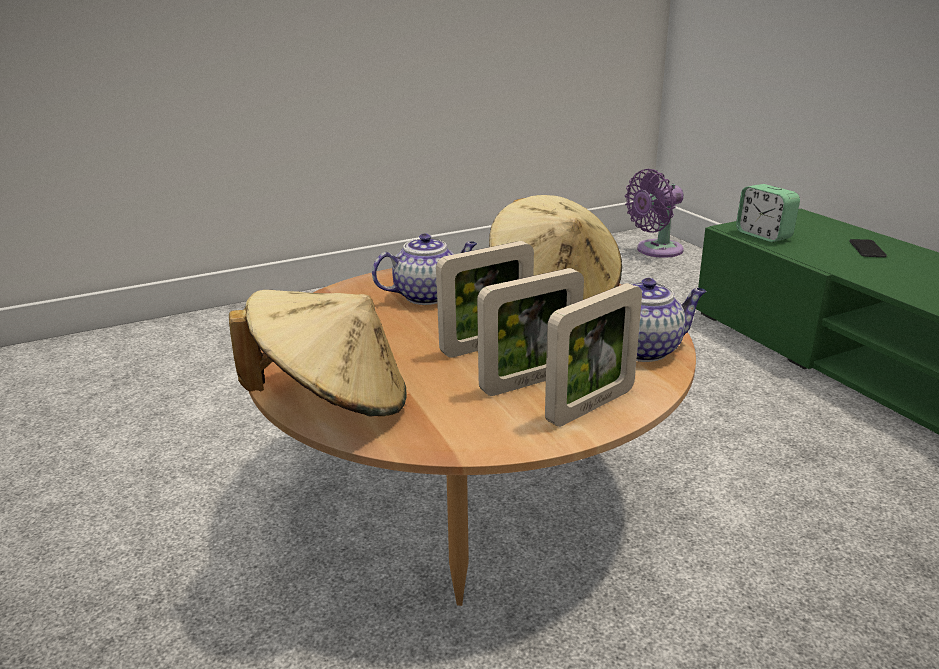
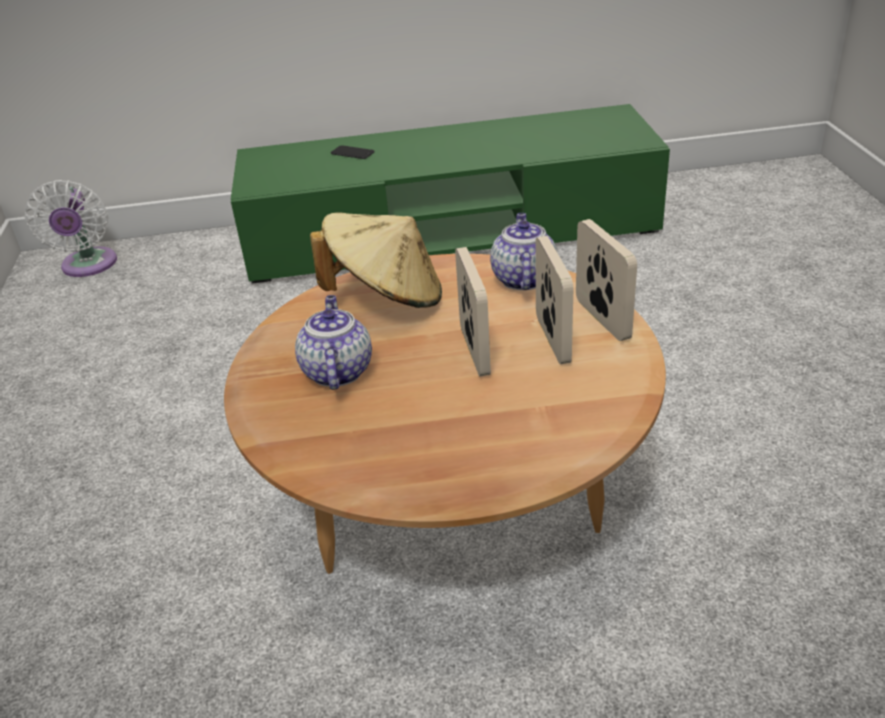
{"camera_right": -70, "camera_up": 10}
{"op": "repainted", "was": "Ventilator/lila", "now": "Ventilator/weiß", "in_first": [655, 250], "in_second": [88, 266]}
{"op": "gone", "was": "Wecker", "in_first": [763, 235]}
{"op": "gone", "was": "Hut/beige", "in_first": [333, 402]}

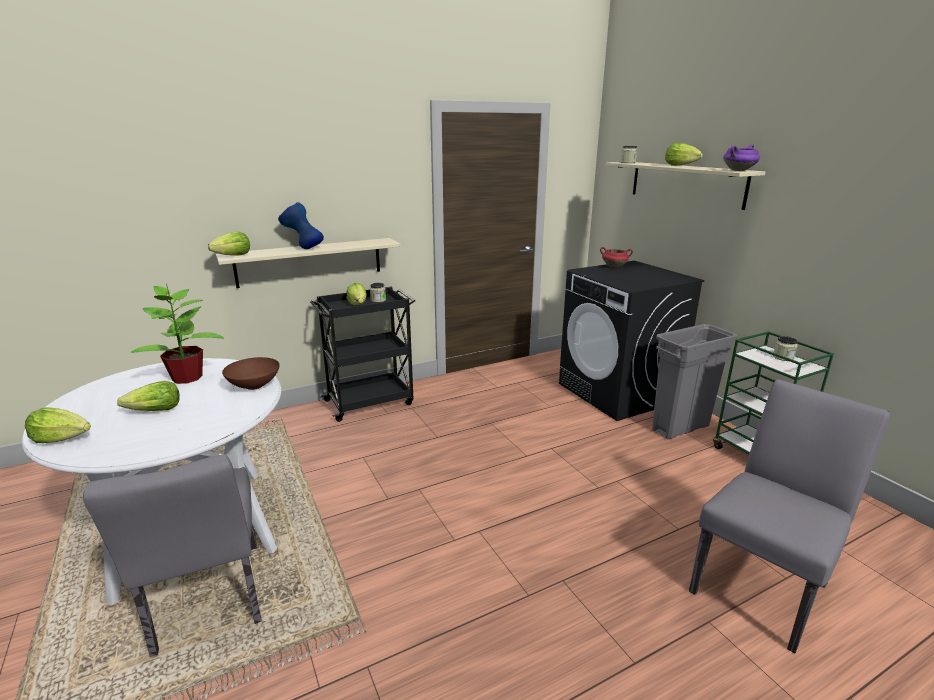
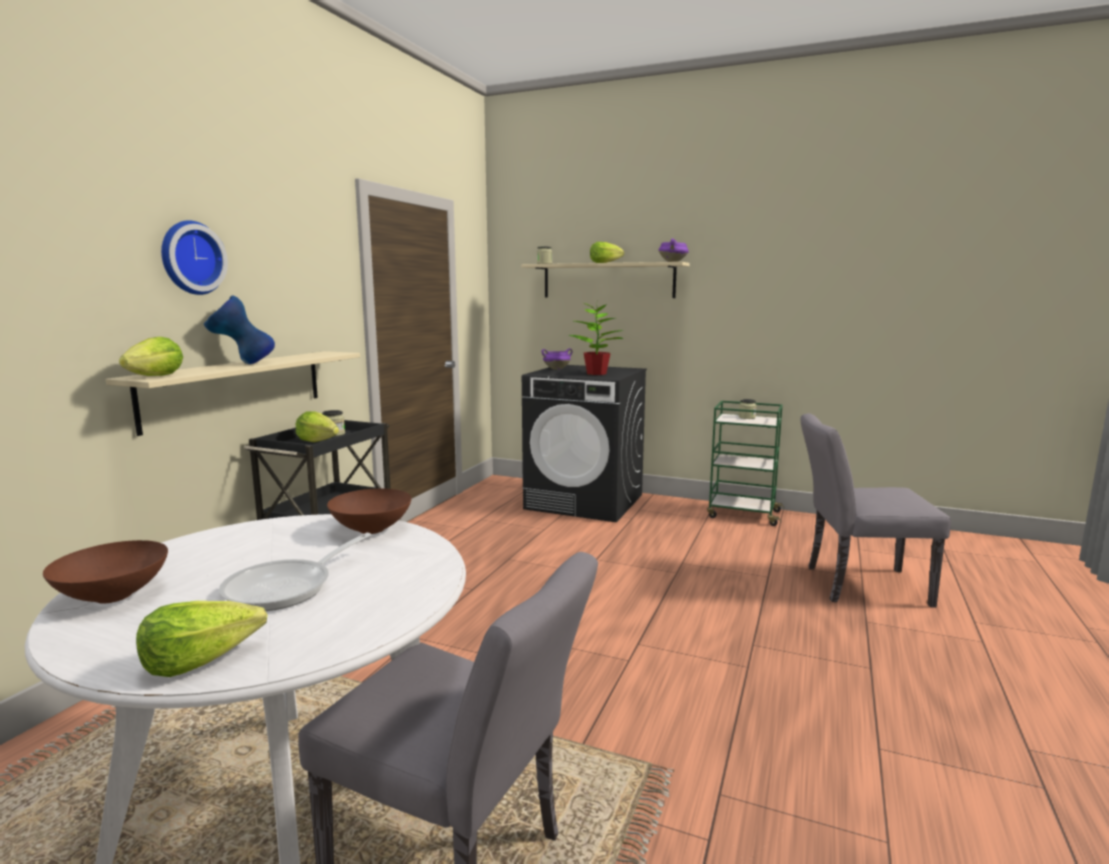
{"camera_right": -40, "camera_up": -10}
{"op": "repainted", "was": "Kochtopf/rot", "now": "Kochtopf/lila", "in_first": [614, 267], "in_second": [557, 369]}
{"op": "shifted", "was": "Topfpflanze", "in_first": [187, 378], "in_second": [597, 373]}
{"op": "gone", "was": "Mülleimer/grau", "in_first": [680, 428]}
{"op": "rotated", "was": "Stuhl/grau", "in_first": [764, 582], "in_second": [856, 585], "clockwise": -90}
{"op": "swapped", "was": "Salatkopf", "now": "Pfanne", "in_first": [155, 411], "in_second": [287, 588]}
{"op": "new", "now": "Wanduhr", "in_second": [190, 258]}
{"op": "new", "now": "Schüssel/braun", "in_second": [111, 596]}

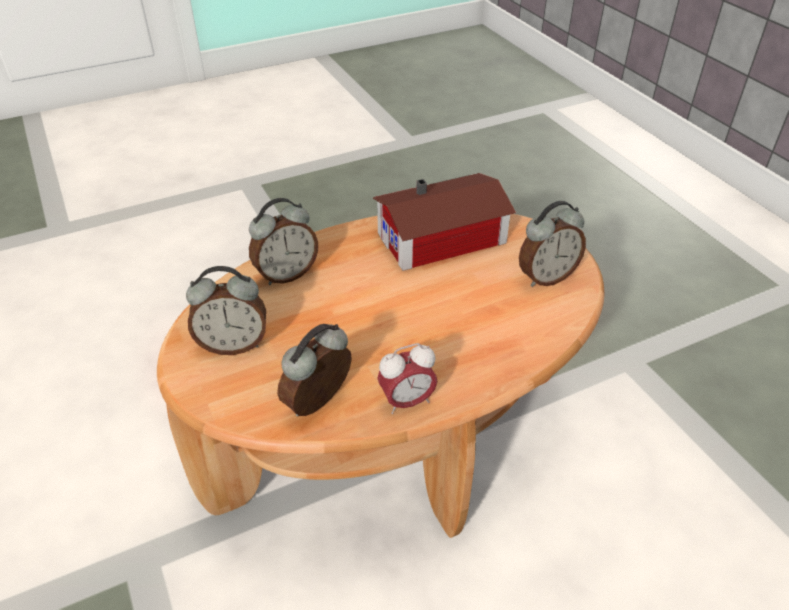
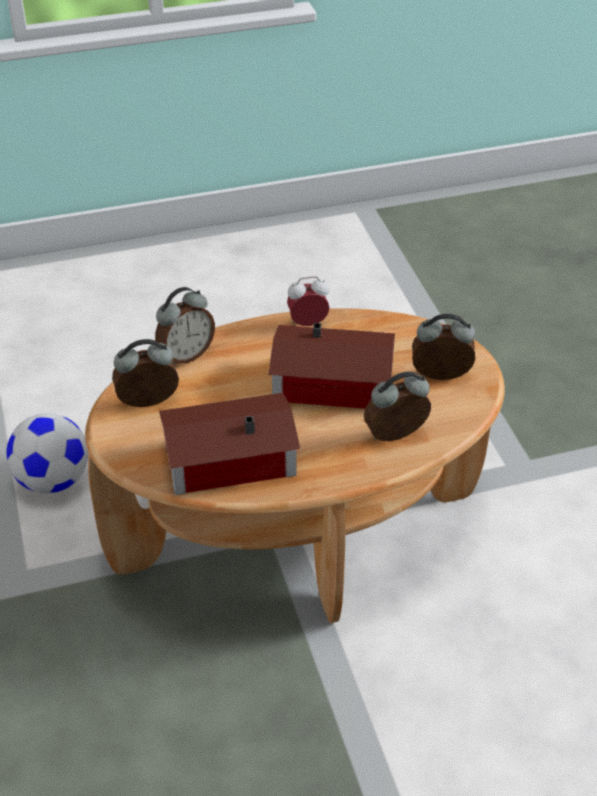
{"camera_right": -170, "camera_up": 0}
{"op": "shifted", "was": "Wecker", "in_first": [320, 404], "in_second": [186, 355]}
{"op": "new", "now": "Spielzeughaus", "in_second": [335, 386]}
{"op": "new", "now": "Fußball", "in_second": [53, 480]}

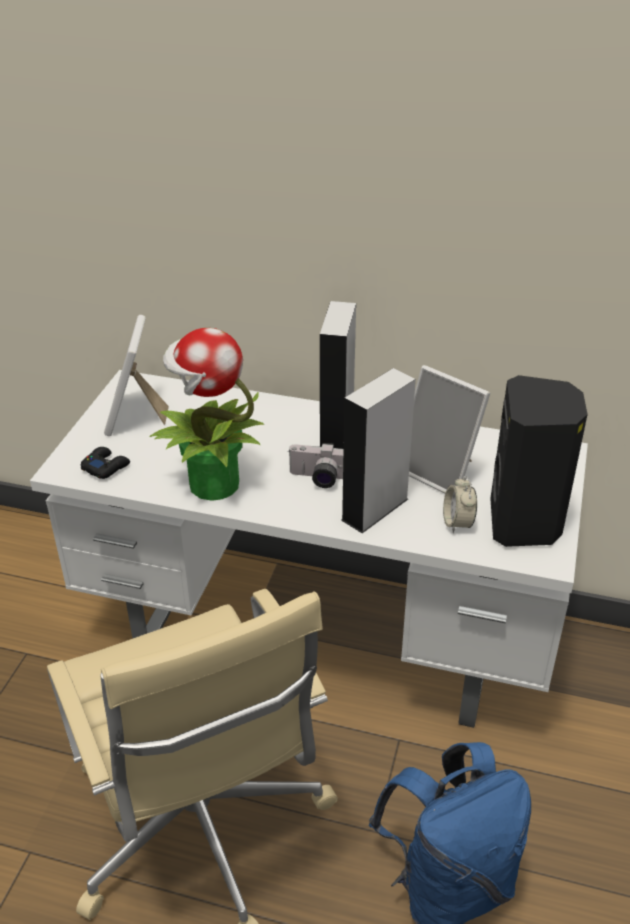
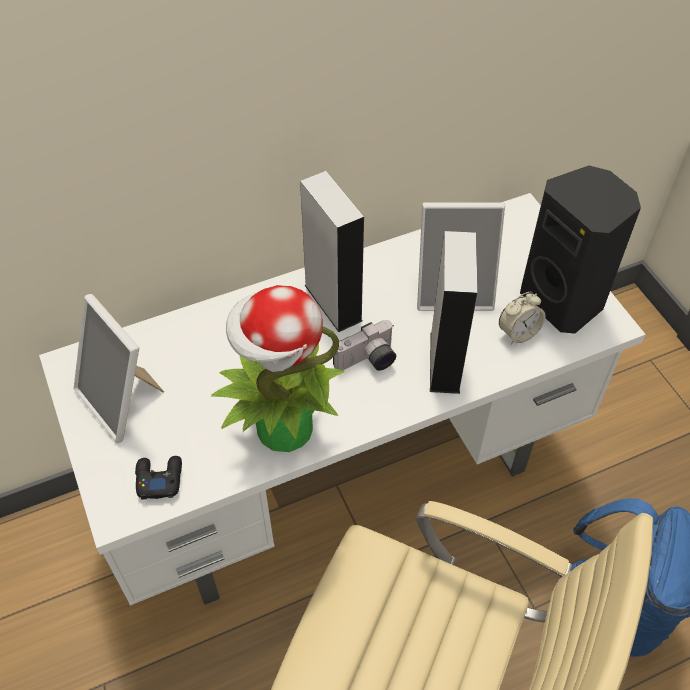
{"camera_right": -40, "camera_up": 15}
{"op": "rotated", "was": "Wecker", "in_first": [458, 523], "in_second": [518, 333], "clockwise": -75}

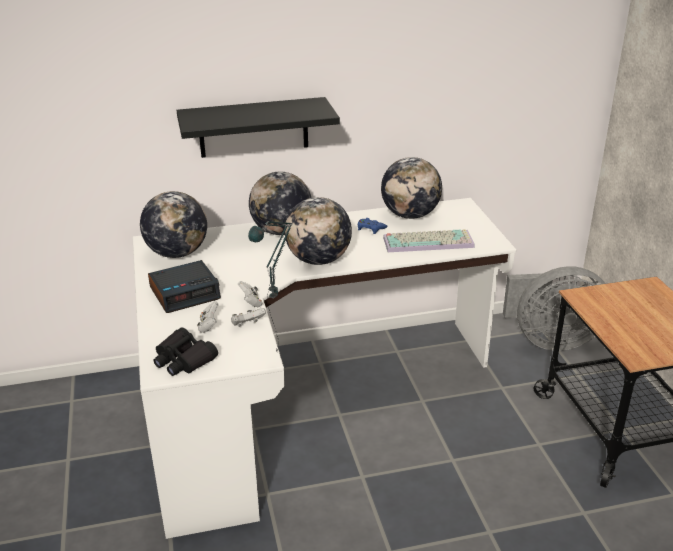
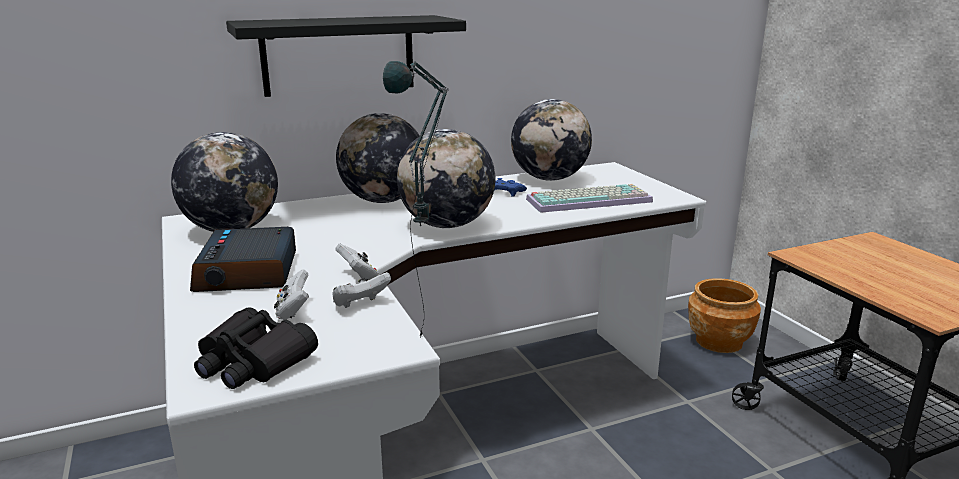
{"camera_right": -10, "camera_up": -10}
{"op": "rotated", "was": "Wecker", "in_first": [185, 293], "in_second": [248, 272], "clockwise": 120}
{"op": "swapped", "was": "Ventilator/grau", "now": "Pflanzkübel/braun", "in_first": [550, 340], "in_second": [719, 341]}

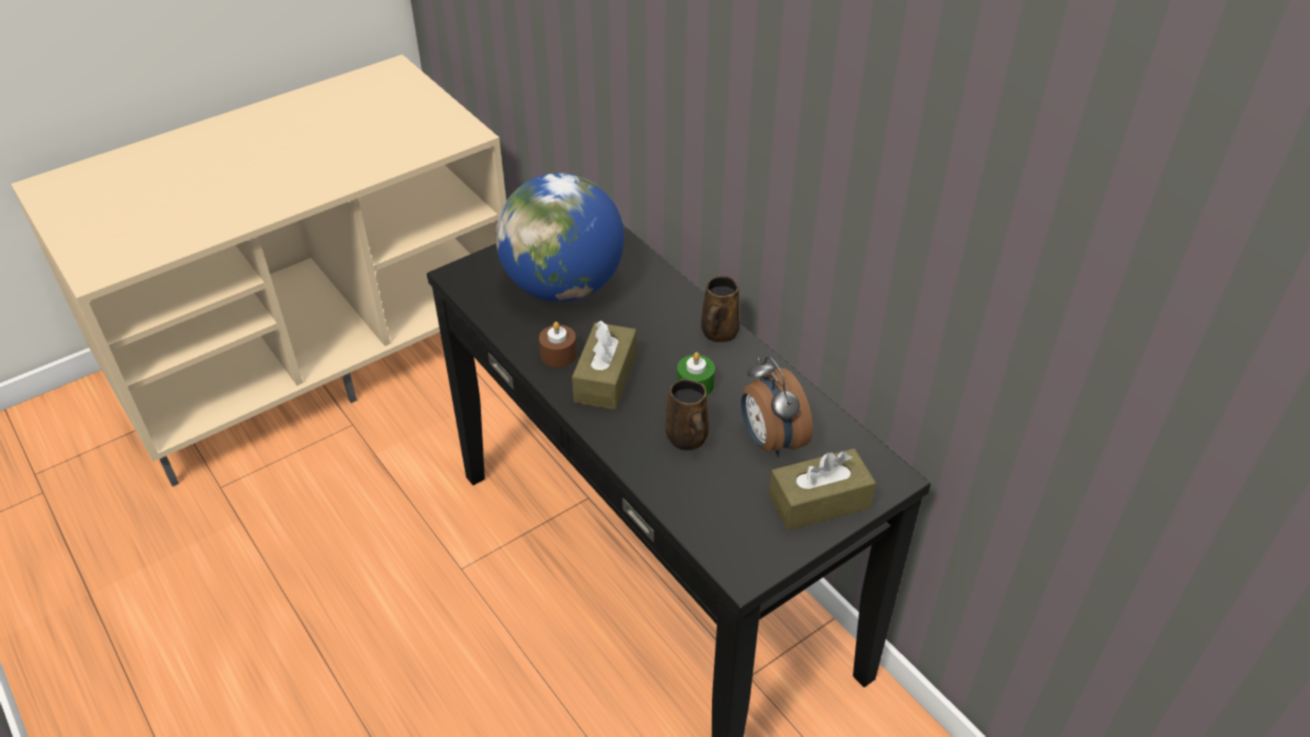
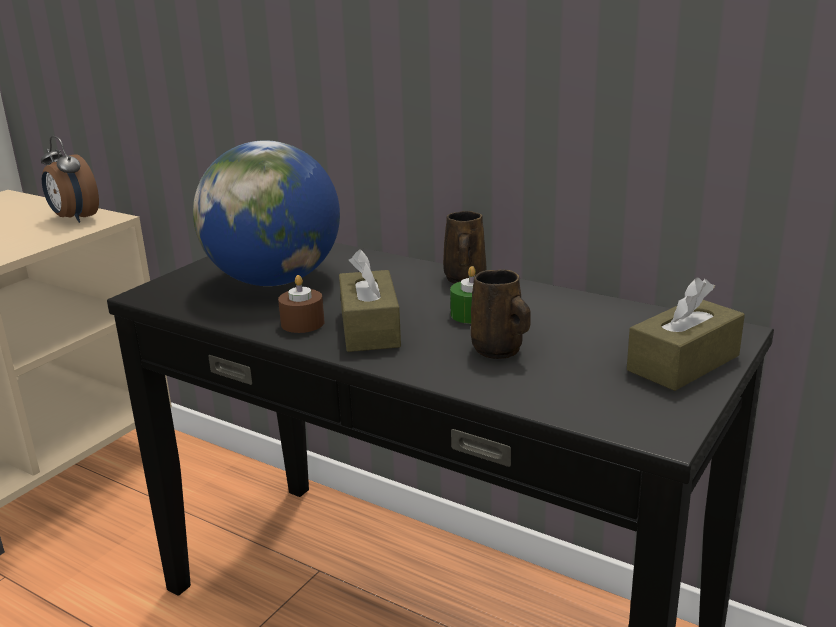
{"camera_right": -20, "camera_up": -20}
{"op": "shifted", "was": "Wecker", "in_first": [770, 441], "in_second": [74, 218]}

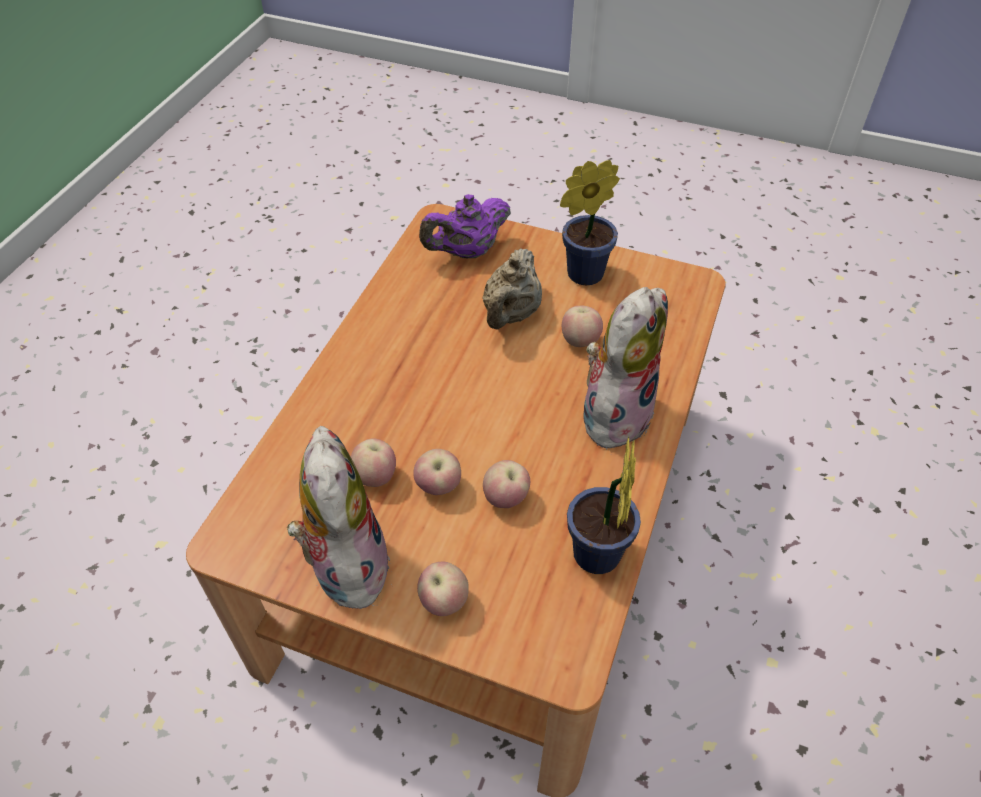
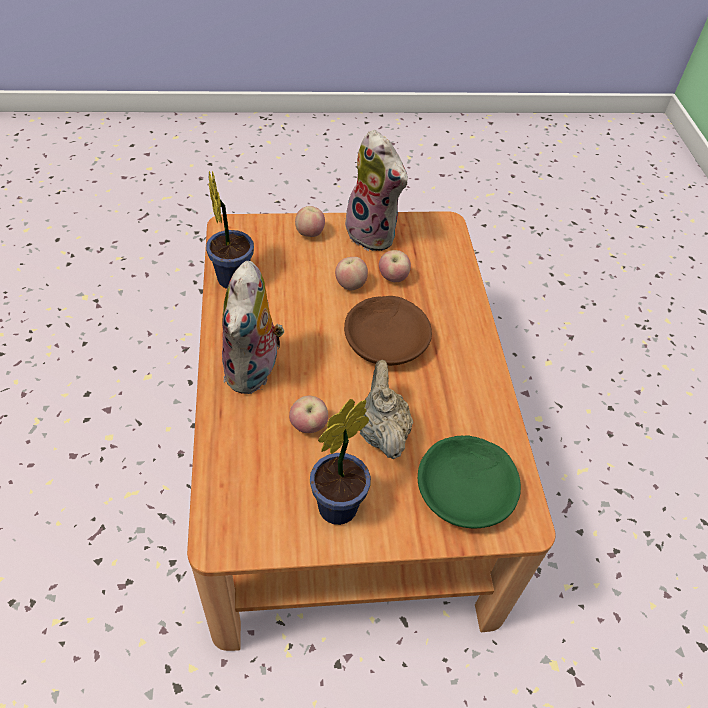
{"camera_right": 150, "camera_up": 0}
{"op": "swapped", "was": "Teekanne/lila", "now": "Schüssel/grün", "in_first": [467, 252], "in_second": [466, 489]}
{"op": "gone", "was": "Apfel", "in_first": [505, 498]}
{"op": "new", "now": "Schüssel/braun", "in_second": [386, 340]}

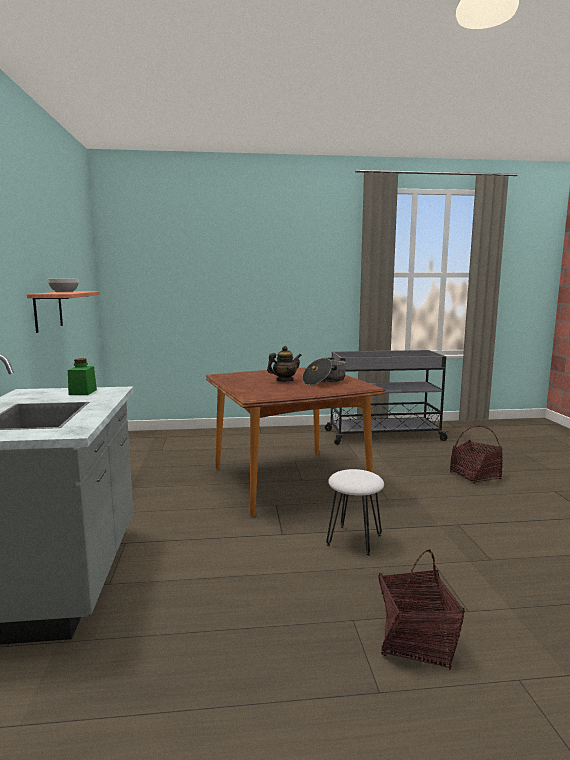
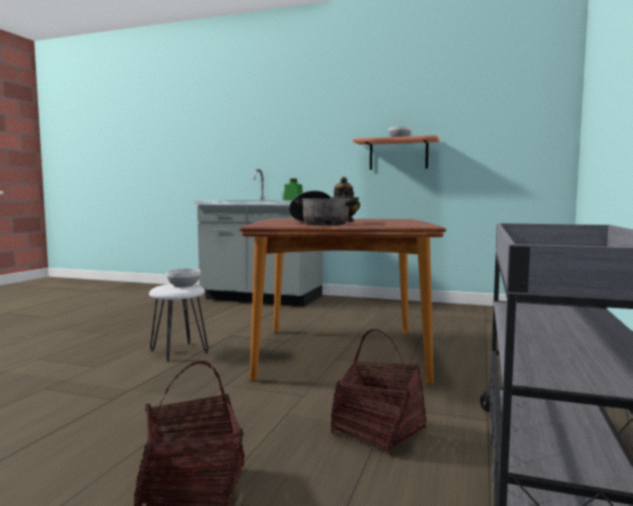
{"camera_right": 115, "camera_up": -5}
{"op": "shifted", "was": "Korb", "in_first": [416, 641], "in_second": [378, 431]}
{"op": "new", "now": "Schüssel", "in_second": [184, 285]}

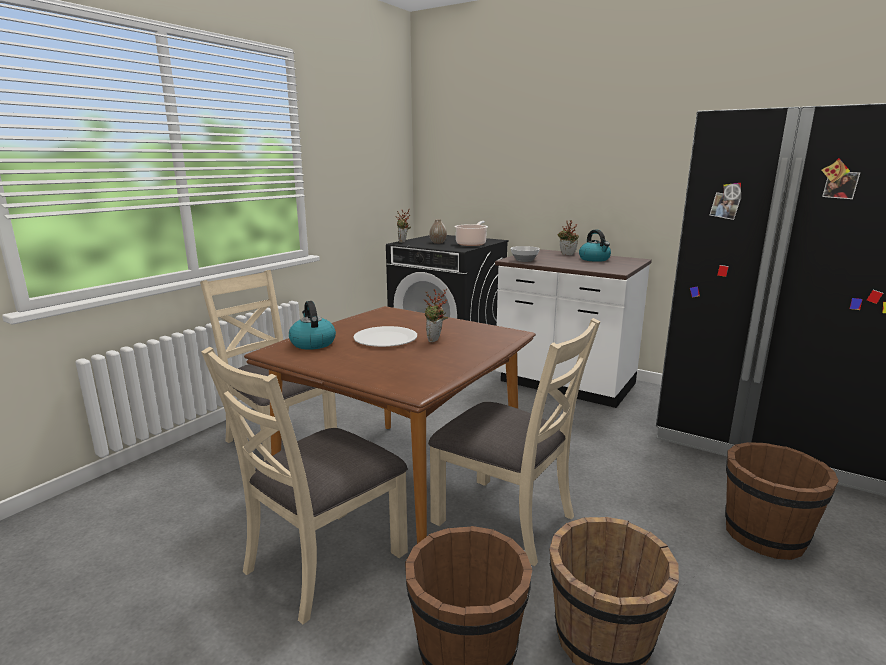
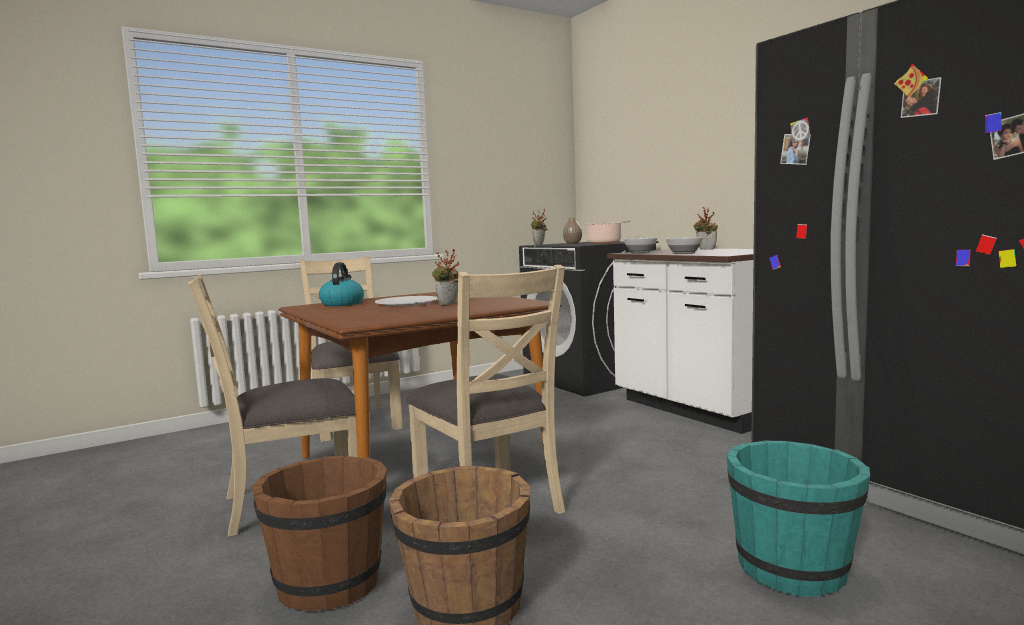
{"camera_right": 25, "camera_up": -10}
{"op": "gone", "was": "Wasserkessel", "in_first": [594, 259]}
{"op": "repainted", "was": "Eimer/braun", "now": "Eimer/türkis", "in_first": [765, 535], "in_second": [793, 569]}
{"op": "new", "now": "Schüssel", "in_second": [683, 253]}

